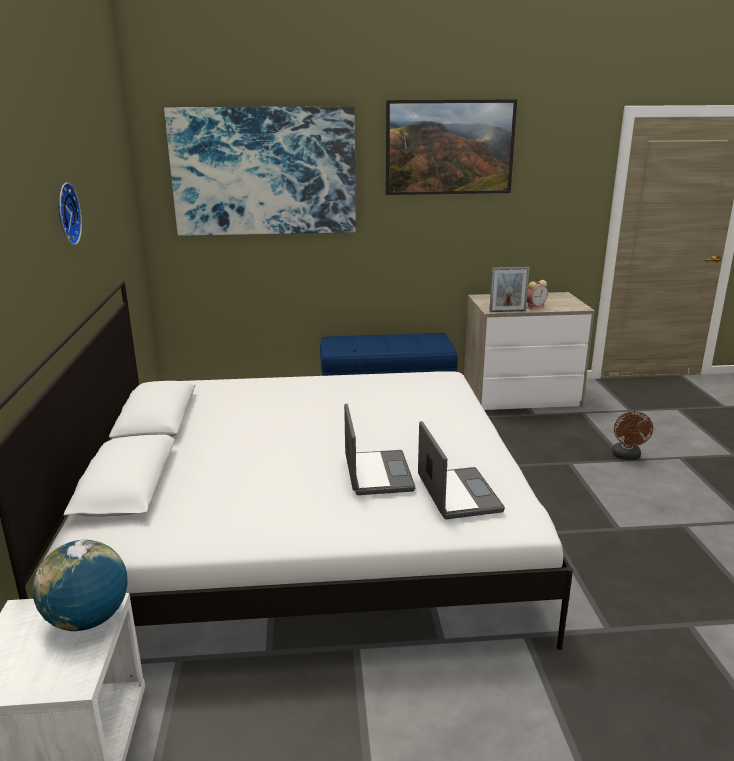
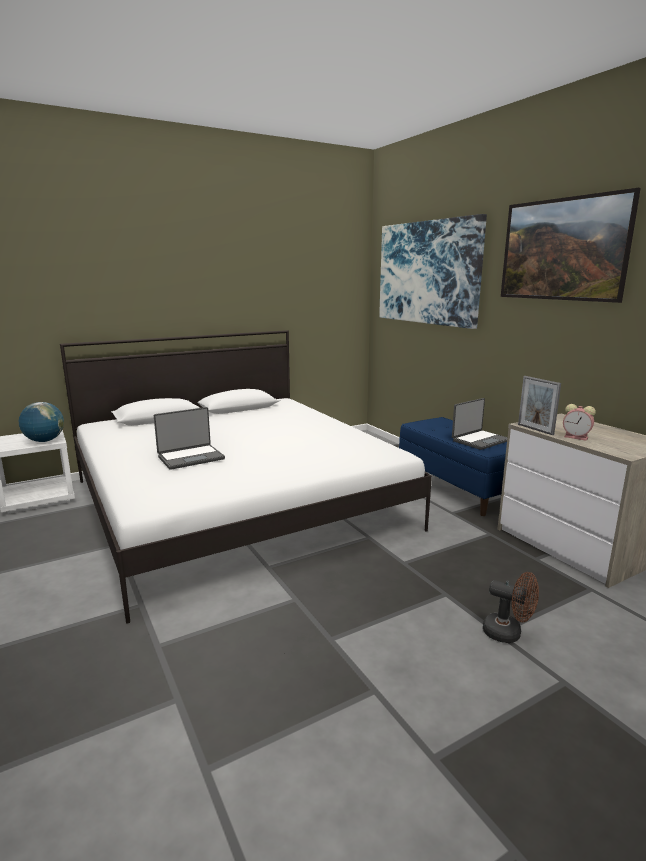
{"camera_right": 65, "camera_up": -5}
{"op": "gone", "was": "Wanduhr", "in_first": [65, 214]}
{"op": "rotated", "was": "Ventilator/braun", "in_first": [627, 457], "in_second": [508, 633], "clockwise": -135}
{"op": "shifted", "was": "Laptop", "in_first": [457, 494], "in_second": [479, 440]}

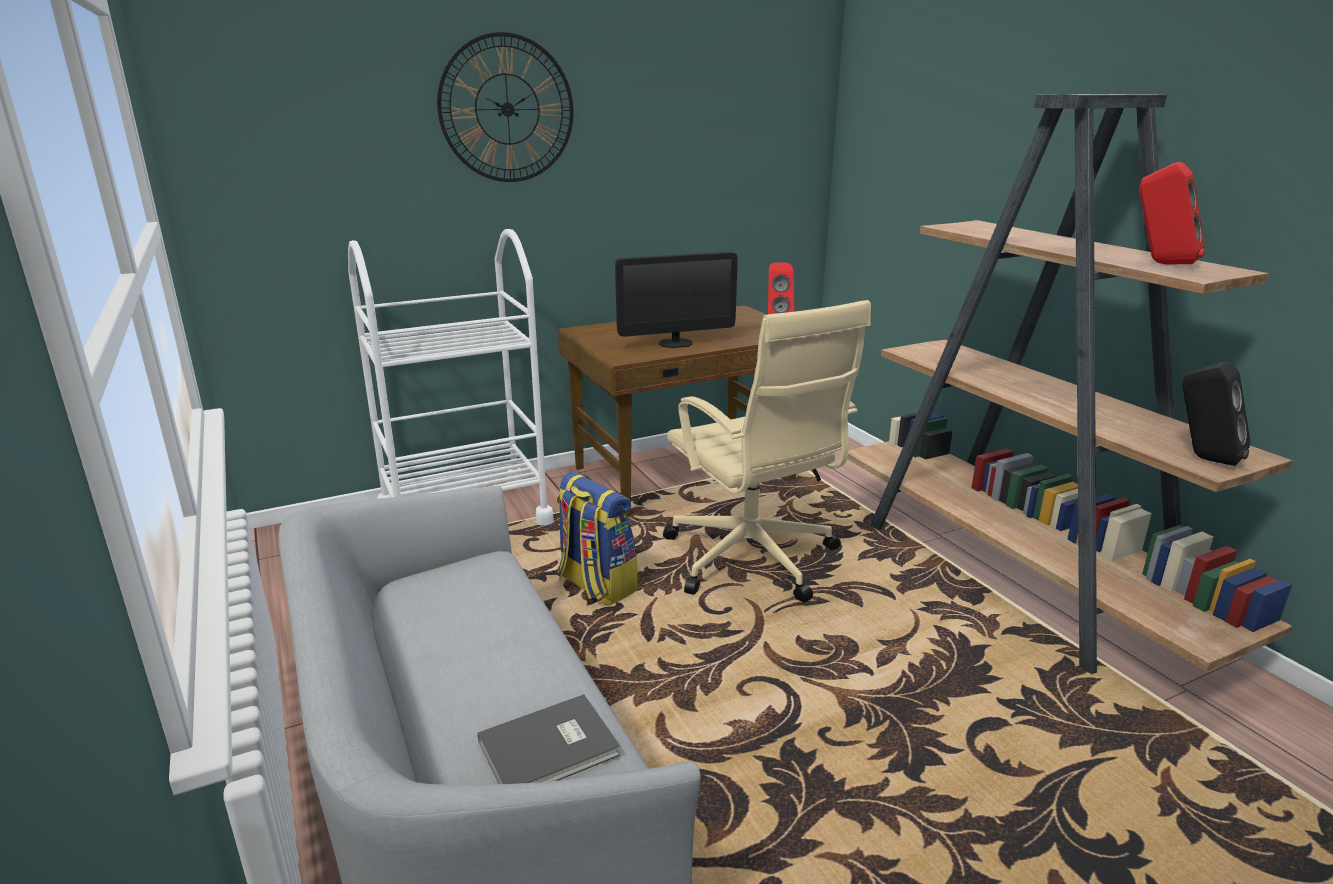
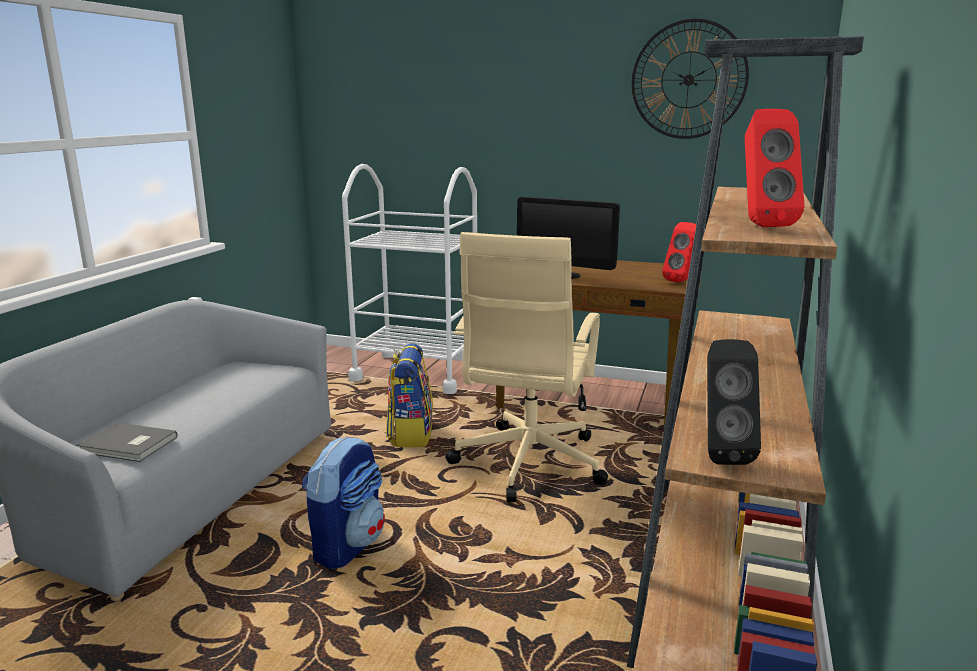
{"camera_right": 45, "camera_up": -5}
{"op": "shifted", "was": "Wanduhr", "in_first": [507, 109], "in_second": [688, 80]}
{"op": "new", "now": "Rucksack", "in_second": [347, 545]}

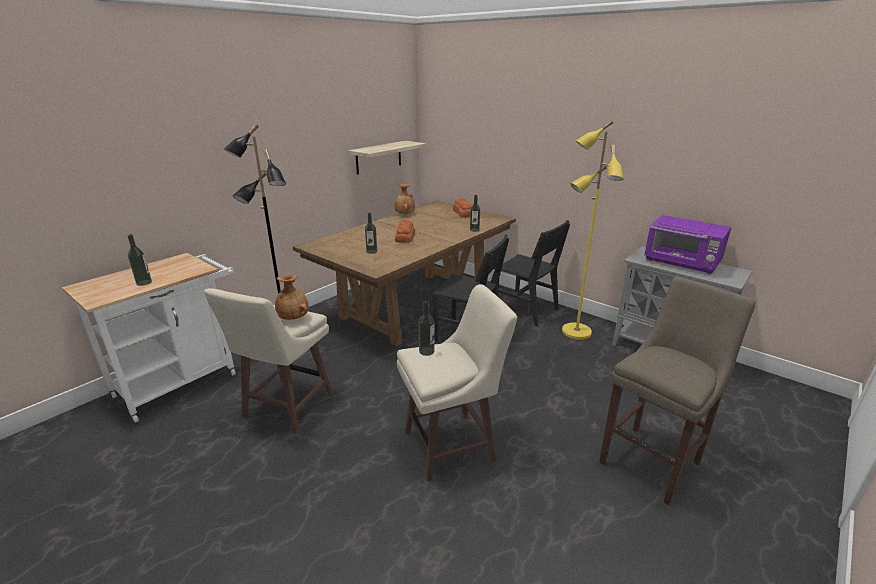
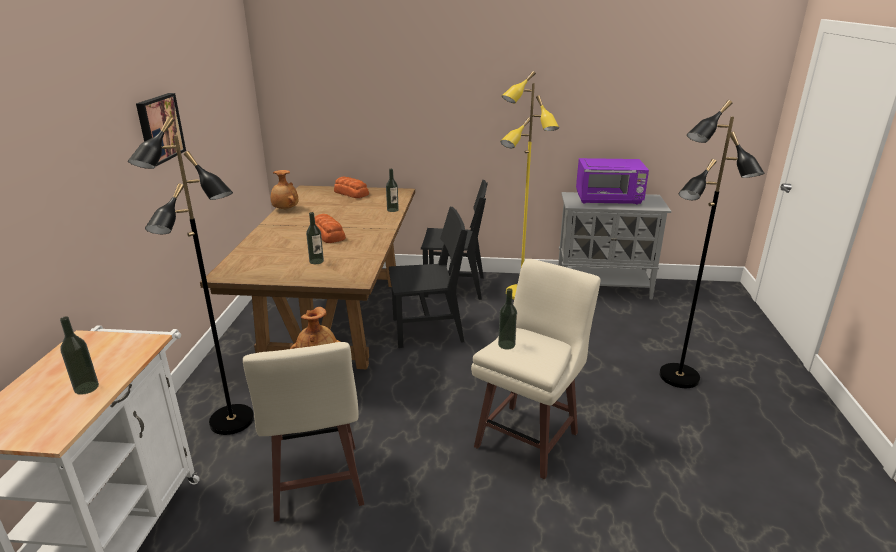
{"camera_right": -35, "camera_up": 0}
{"op": "gone", "was": "Wandregal", "in_first": [378, 157]}
{"op": "swapped", "was": "Hocker/beige", "now": "Stehlampe/schwarz", "in_first": [652, 460], "in_second": [679, 377]}
{"op": "new", "now": "Bild", "in_second": [159, 128]}

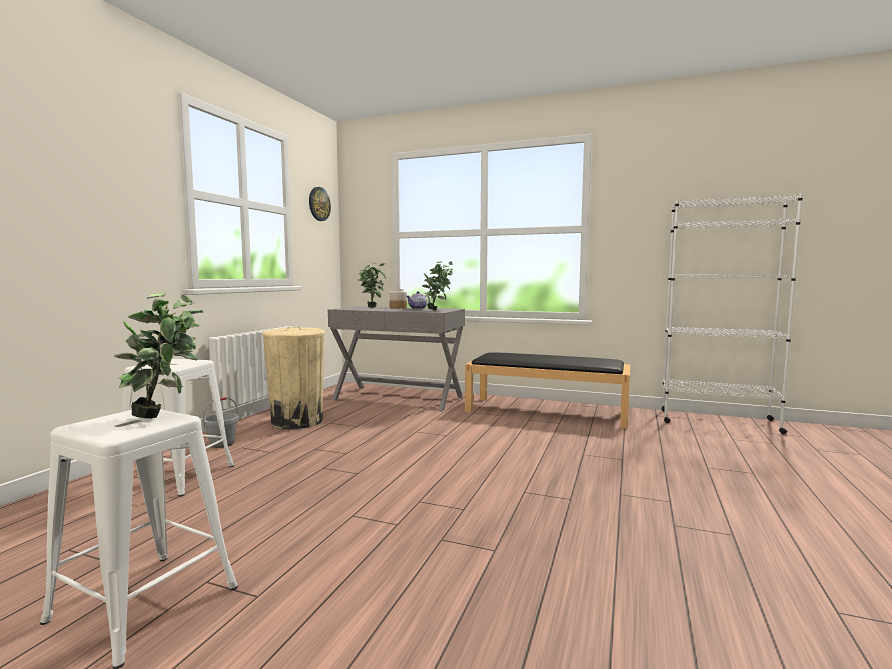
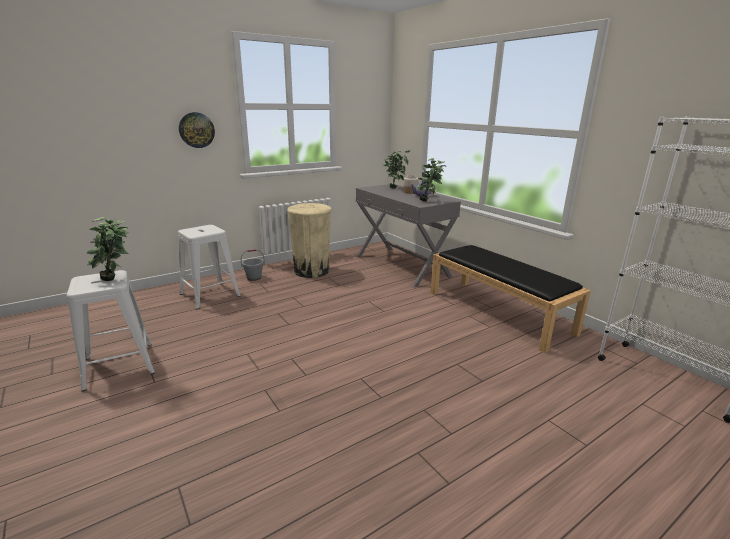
{"camera_right": 35, "camera_up": 15}
{"op": "shifted", "was": "Wanduhr", "in_first": [319, 204], "in_second": [196, 130]}

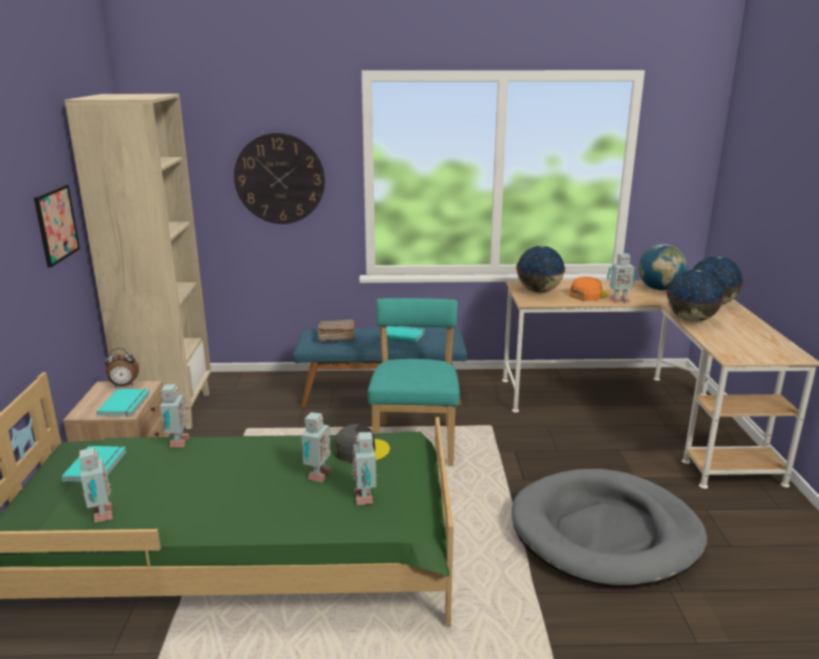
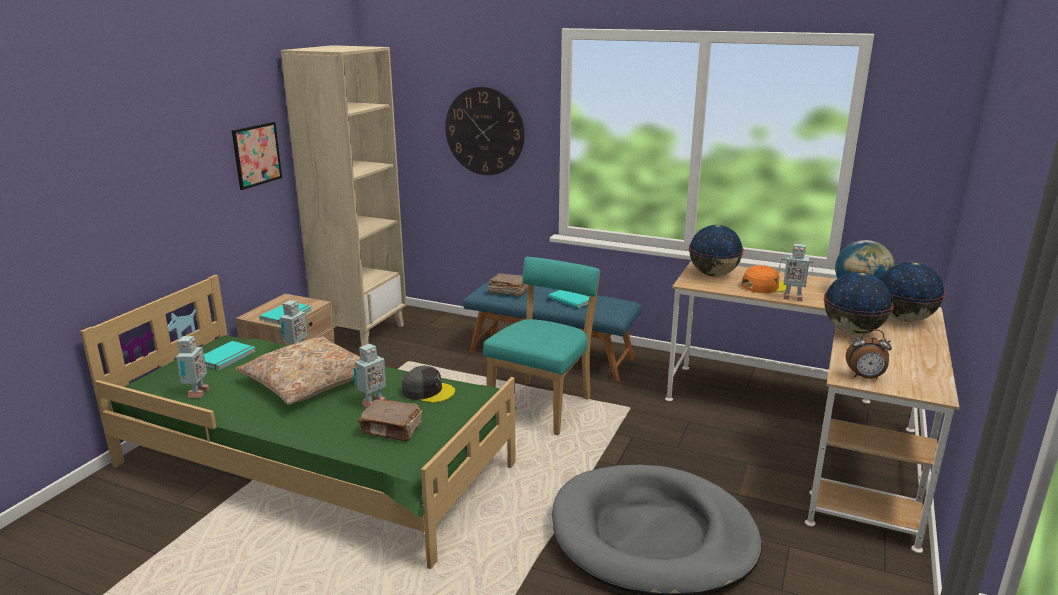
{"camera_right": 25, "camera_up": 0}
{"op": "shifted", "was": "Wecker", "in_first": [124, 385], "in_second": [865, 377]}
{"op": "swapped", "was": "Spielzeugroboter", "now": "Buch/braun", "in_first": [365, 497], "in_second": [392, 429]}
{"op": "new", "now": "Kissen/beige", "in_second": [308, 382]}

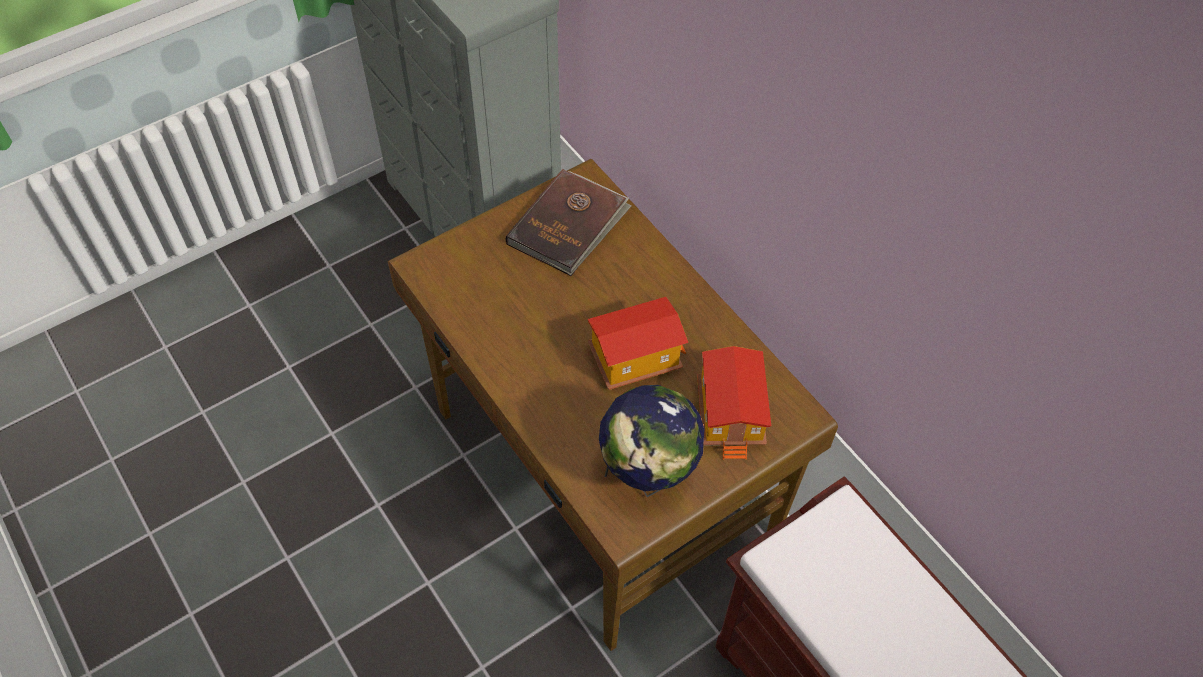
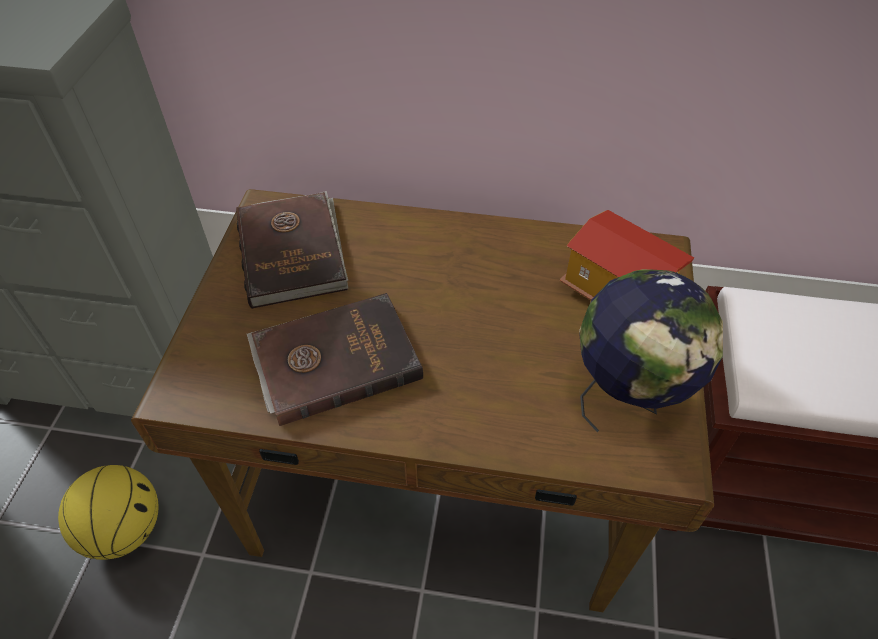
{"camera_right": -45, "camera_up": -5}
{"op": "gone", "was": "Spielzeughaus", "in_first": [635, 358]}
{"op": "new", "now": "Buch/braun", "in_second": [334, 359]}
{"op": "new", "now": "Basketball", "in_second": [125, 529]}

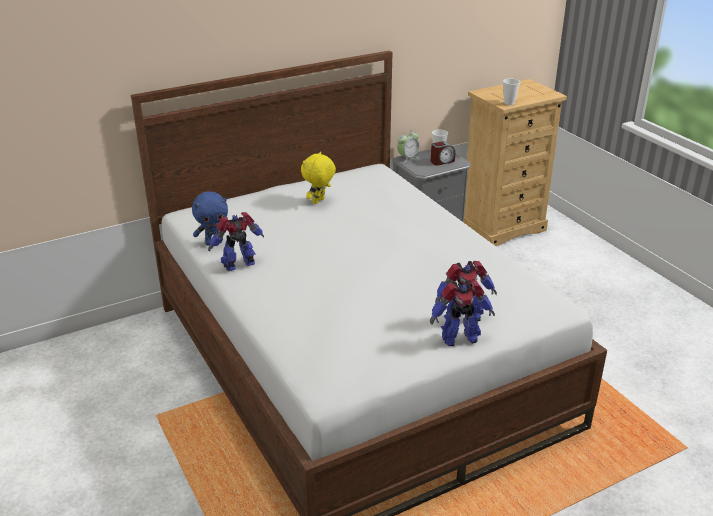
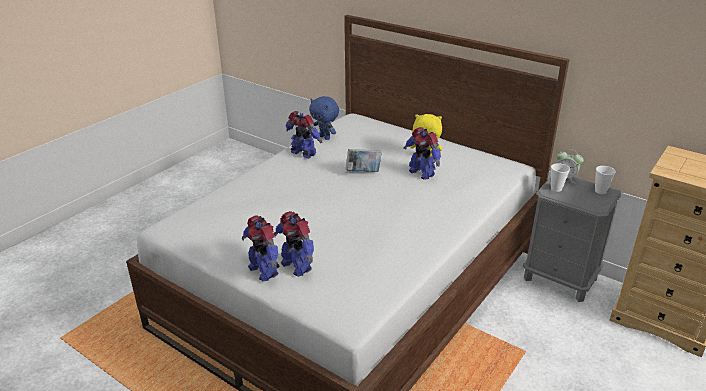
{"camera_right": 65, "camera_up": 0}
{"op": "shifted", "was": "Tasse", "in_first": [509, 103], "in_second": [556, 188]}
{"op": "gone", "was": "Wecker", "in_first": [442, 161]}
{"op": "new", "now": "Spielzeugroboter", "in_second": [421, 173]}
{"op": "new", "now": "Buch", "in_second": [363, 172]}

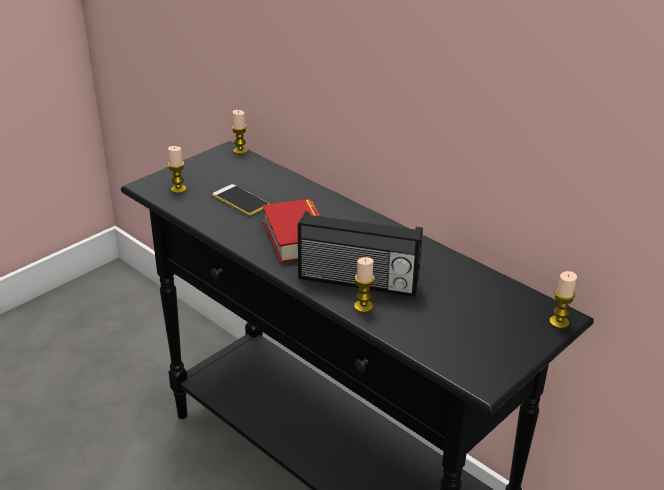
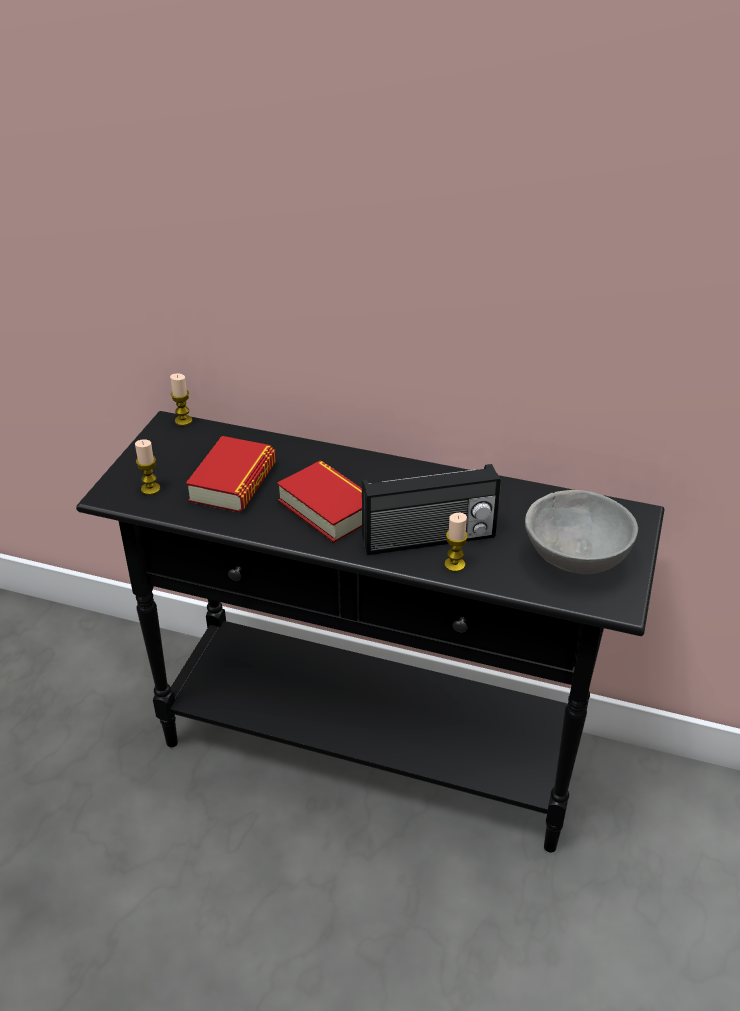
{"camera_right": -25, "camera_up": 5}
{"op": "swapped", "was": "Handy", "now": "Buch", "in_first": [240, 200], "in_second": [233, 482]}
{"op": "gone", "was": "Kerze", "in_first": [559, 322]}
{"op": "new", "now": "Schüssel/grau", "in_second": [574, 561]}

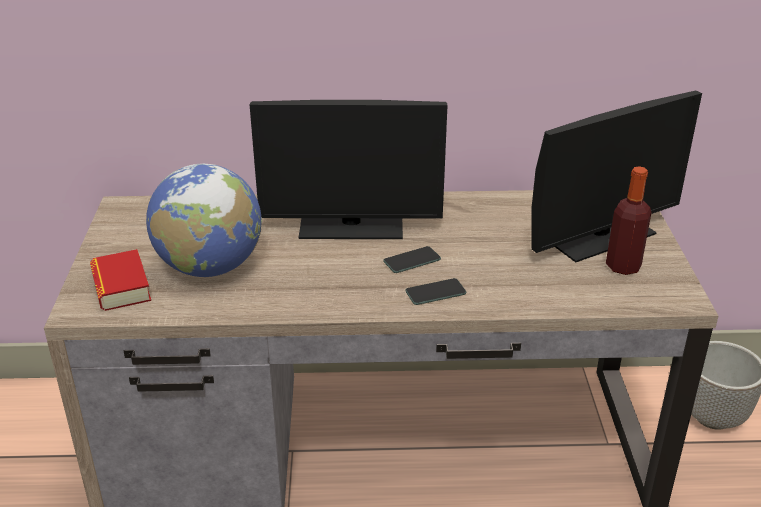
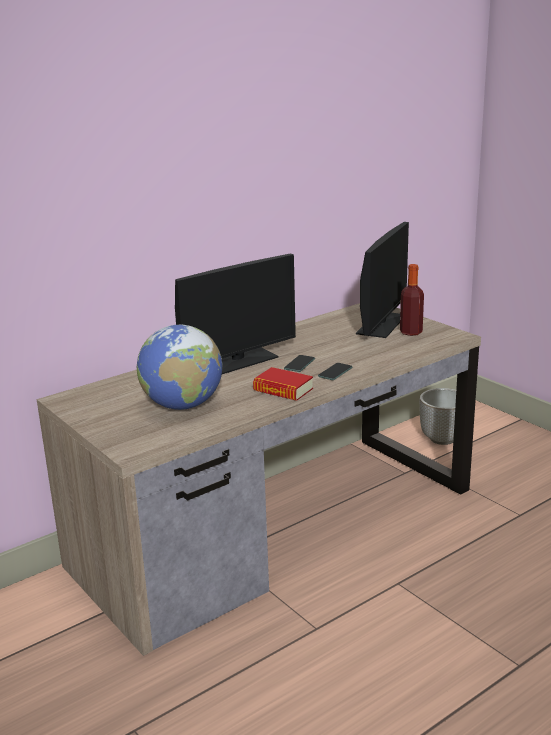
{"camera_right": -35, "camera_up": -10}
{"op": "shifted", "was": "Buch", "in_first": [121, 287], "in_second": [283, 390]}

